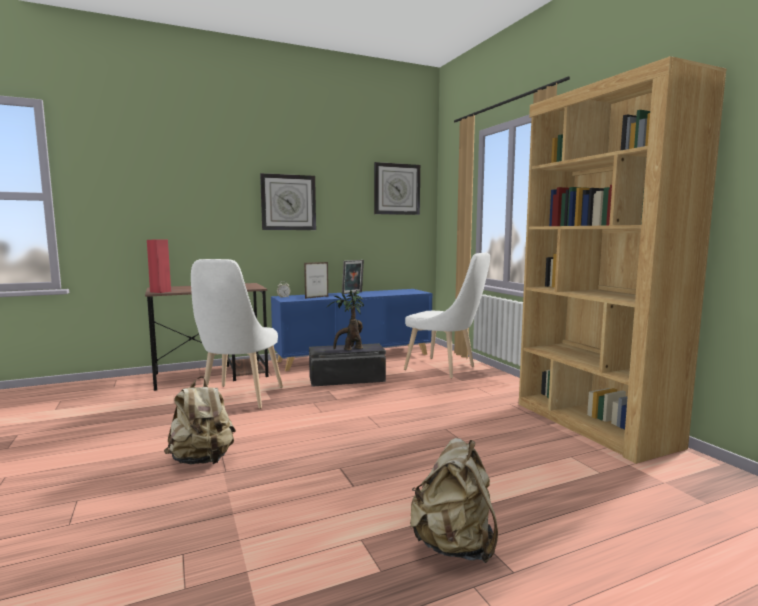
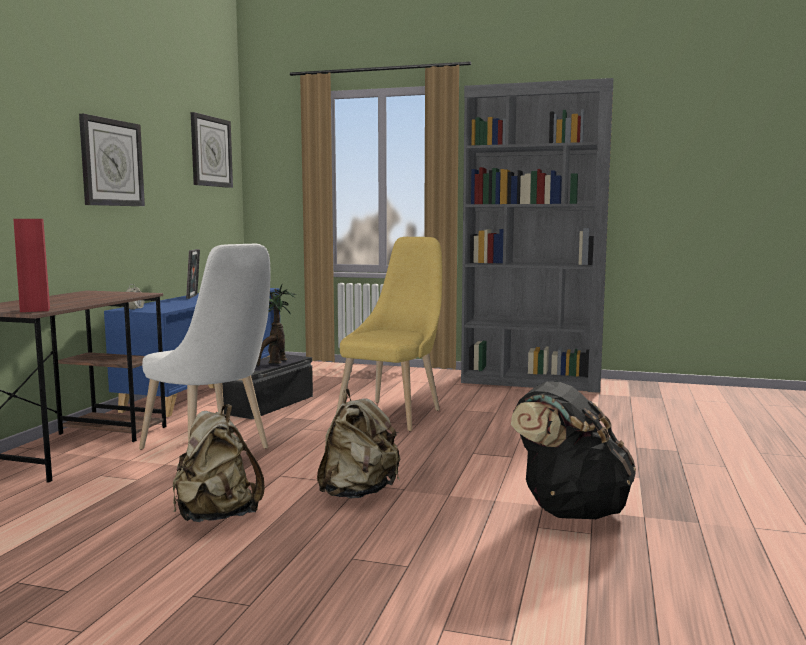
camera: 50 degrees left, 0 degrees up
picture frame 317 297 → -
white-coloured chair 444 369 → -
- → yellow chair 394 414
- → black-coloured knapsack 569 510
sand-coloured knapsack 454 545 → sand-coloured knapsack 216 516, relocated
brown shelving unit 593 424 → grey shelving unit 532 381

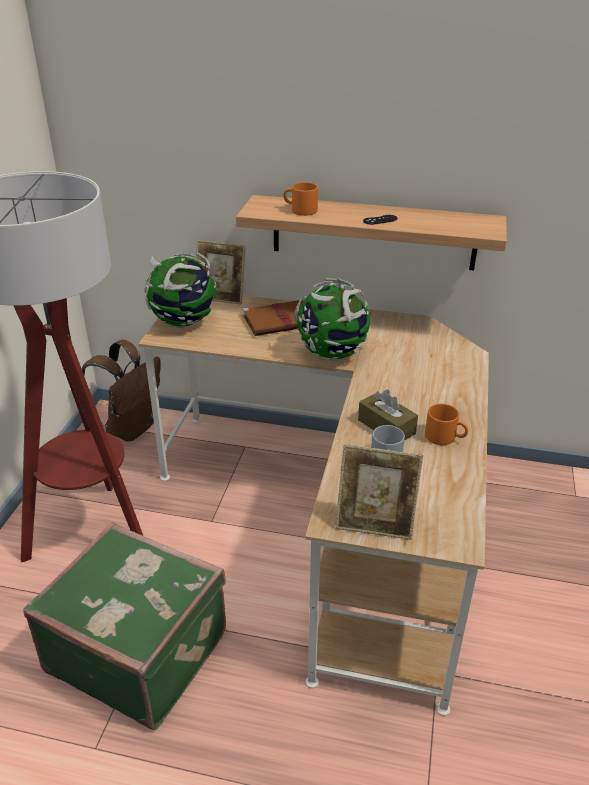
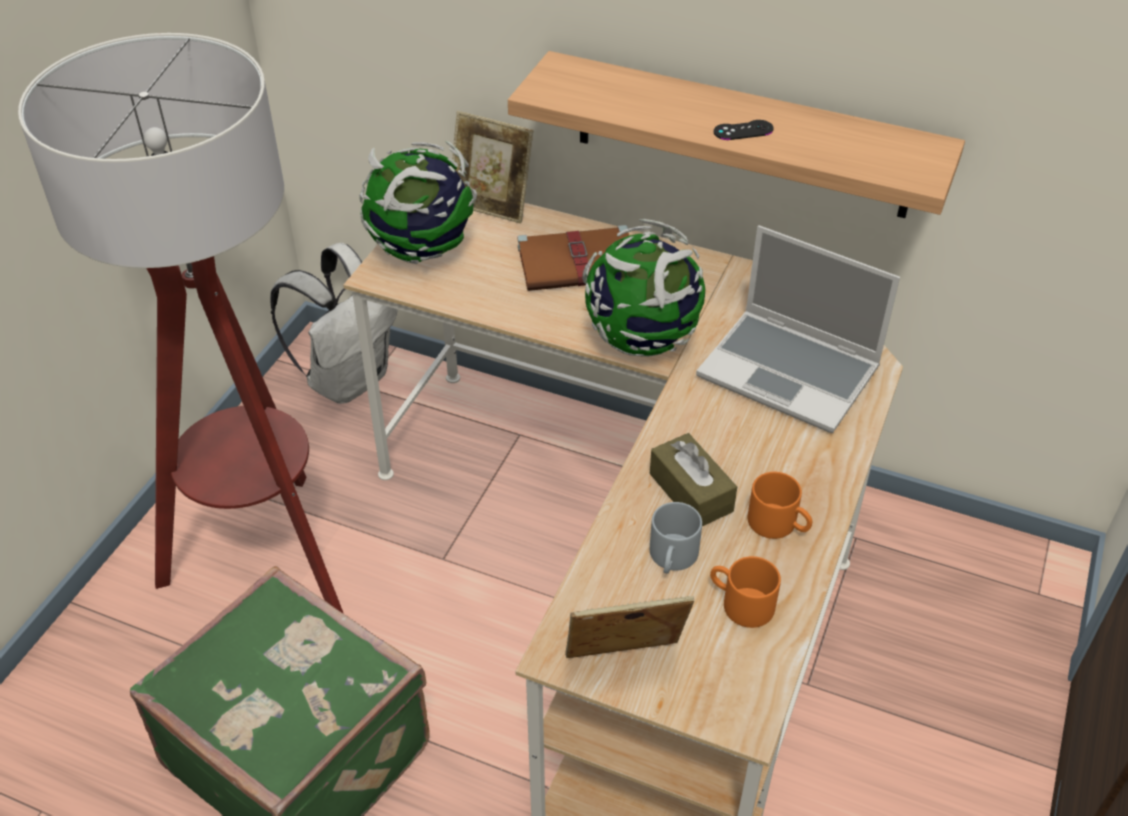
camera: 10 degrees right, 10 degrees up
- → laptop 791 372
orangey coffee mug 300 210 → orangey coffee mug 740 603, relocated
brown knapsack 131 428 → white-coloured knapsack 349 379
picture frame 375 524 → picture frame 624 666, 150 degrees clockwise

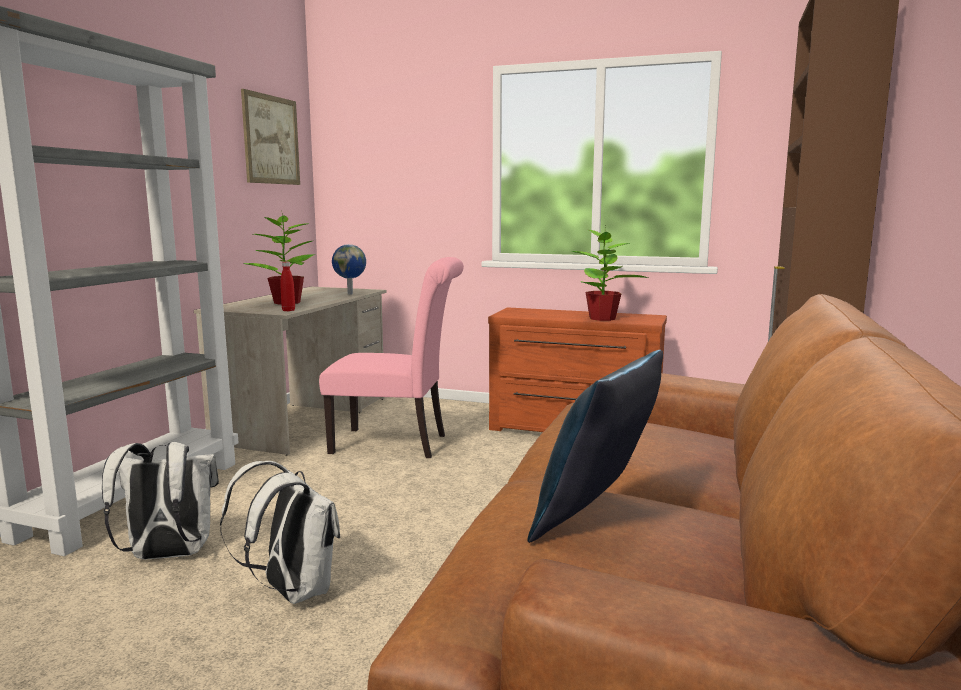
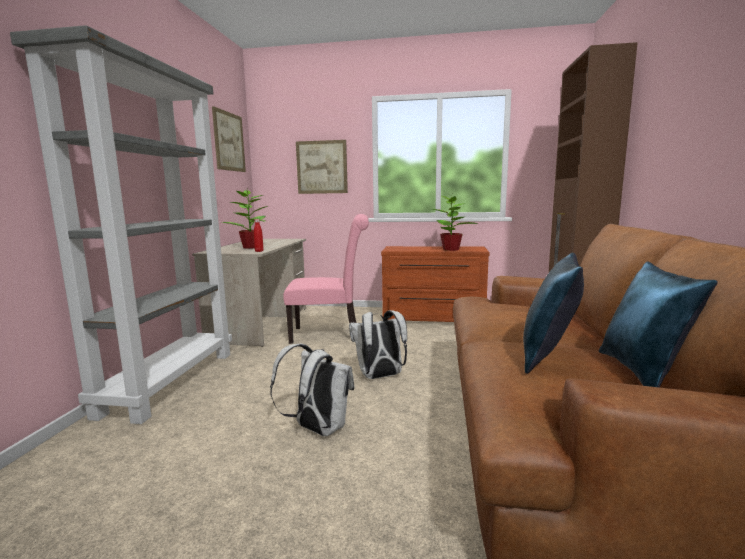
camera: 10 degrees left, 0 degrees up
desk globe 350 294 → -
- → wall art 322 167
- → blue-coloured pillow 643 373
white-coloured knapsack 168 555 → white-coloured knapsack 380 376, relocated

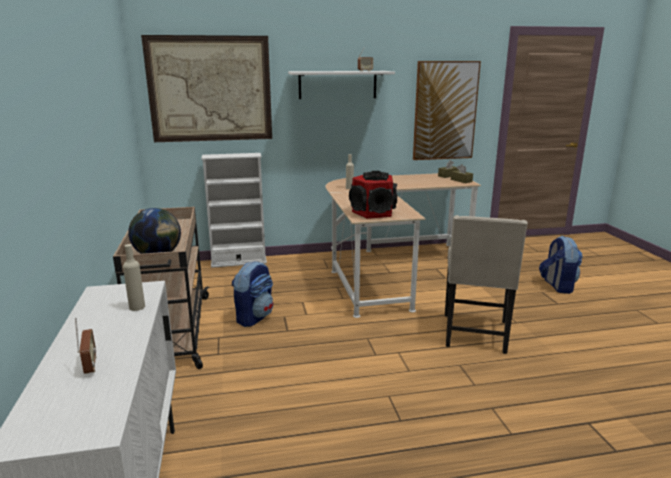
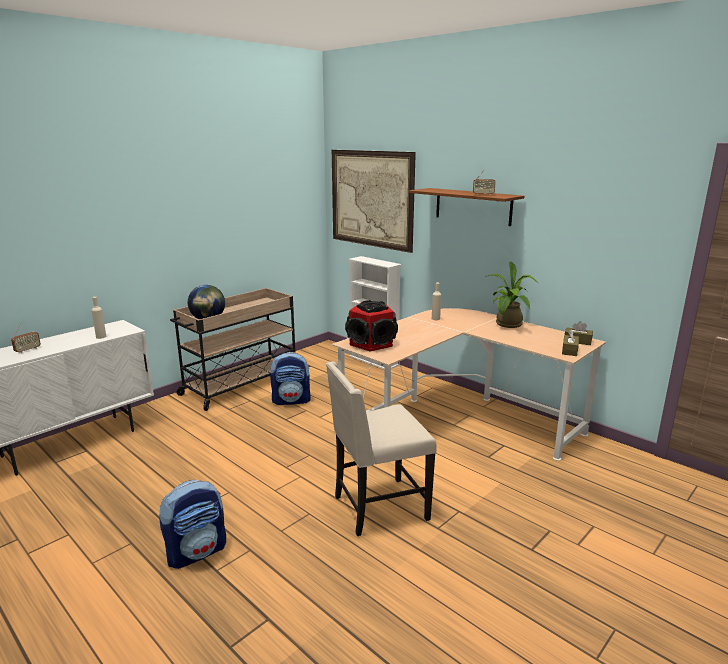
camera: 55 degrees right, 0 degrees up
wall art 445 111 → -
- → plant in a pot 508 325
knapsack 557 286 → knapsack 197 552, relocated
white-coloured shelf 337 84 → brown shelf 473 206

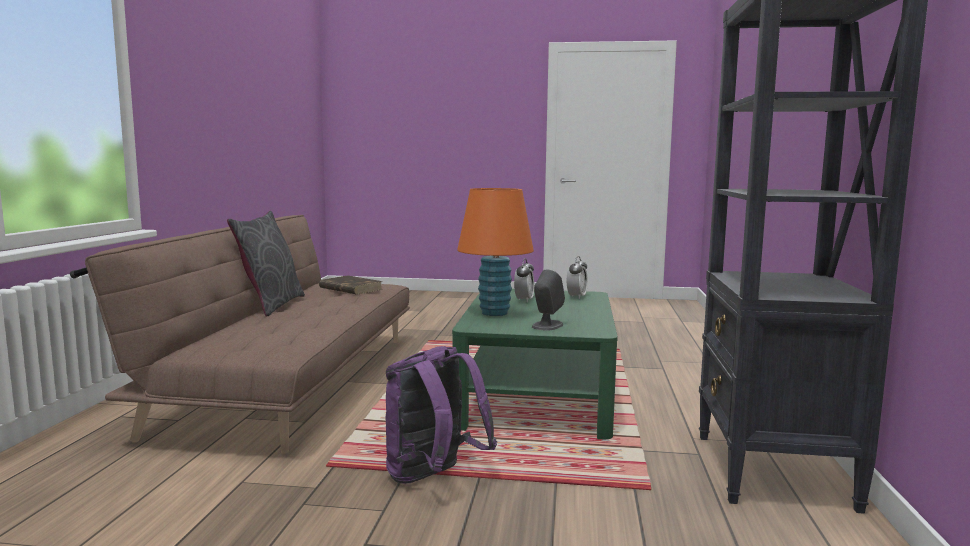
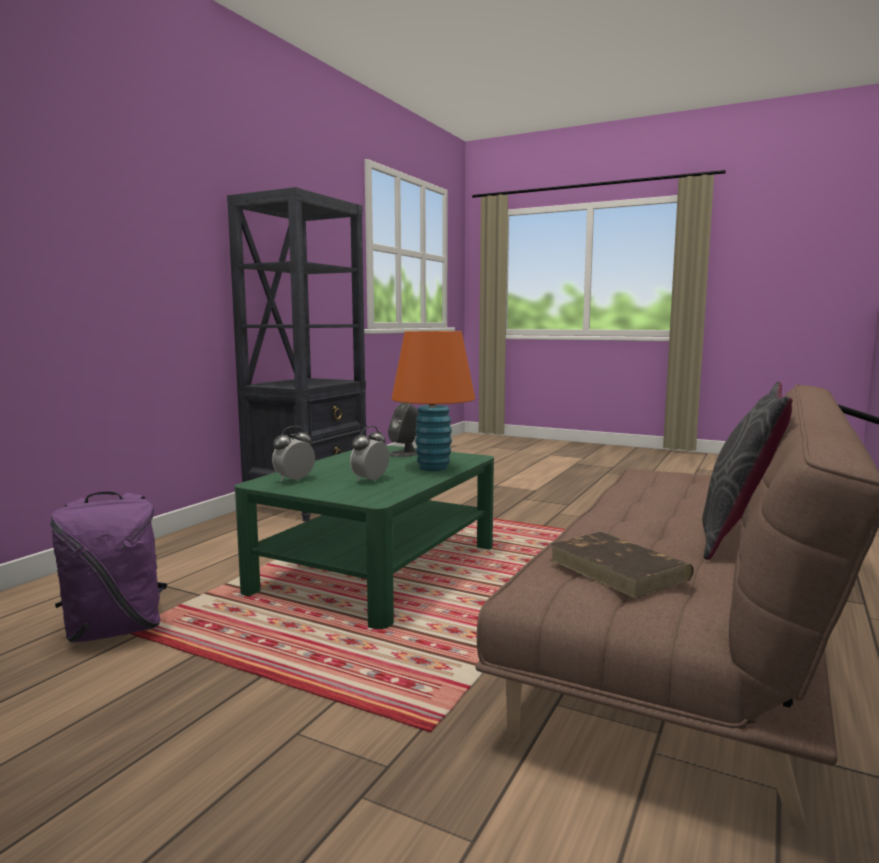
camera: 160 degrees left, 0 degrees up
purple knapsack 433 477 → purple knapsack 116 630, relocated

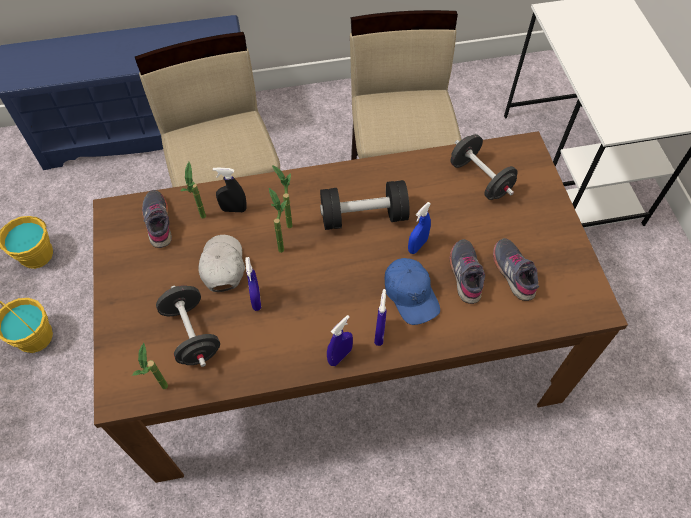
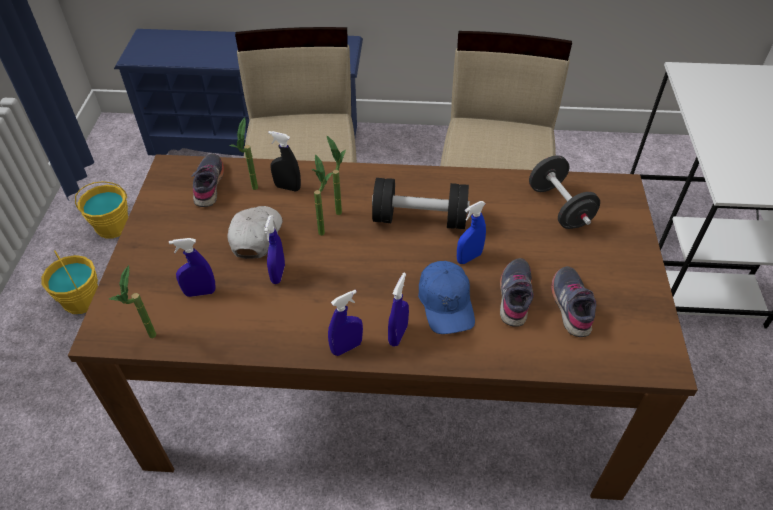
camera: 15 degrees right, 10 degrees down
black-coloured free weight 192 334 → blue-coloured sprayer 200 292

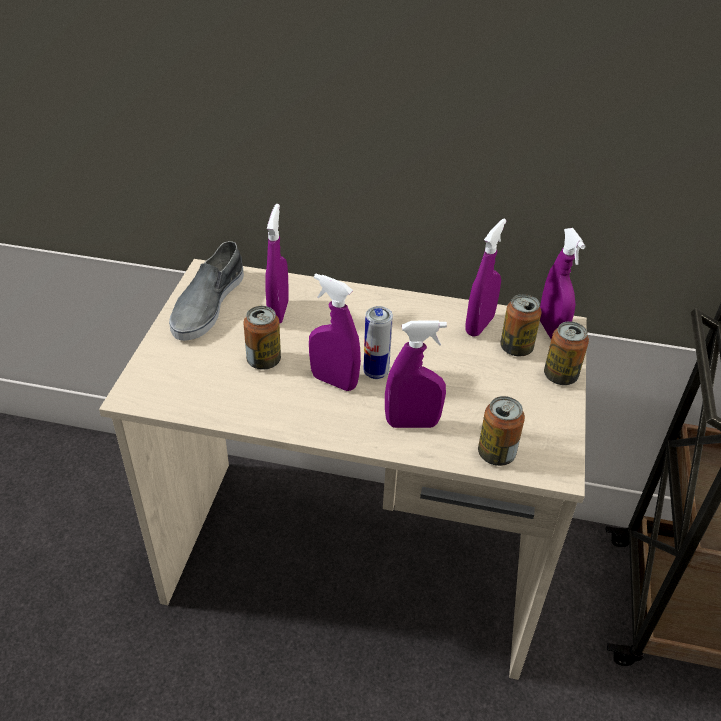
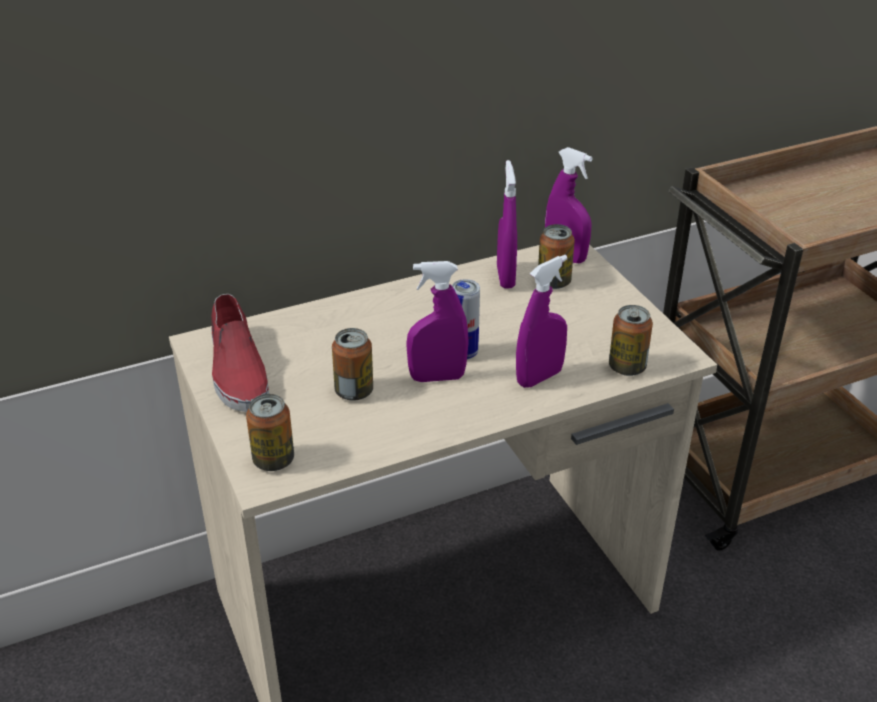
camera: 35 degrees left, 5 degrees down
purple sprayer 278 312 → -
metal can 560 376 → metal can 273 460, relocated
grey shoe 207 304 → reddish shoe 237 369

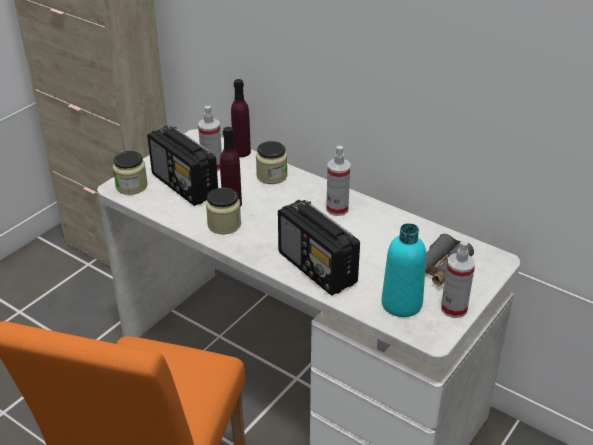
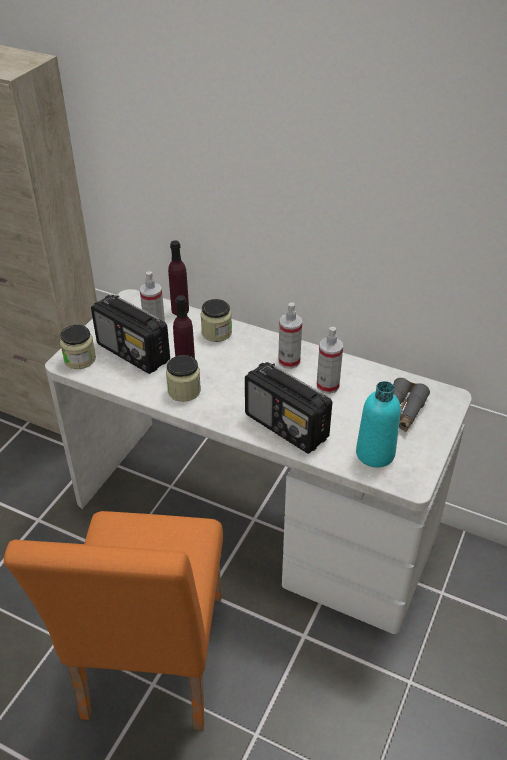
camera: 10 degrees left, 5 degrees up
sprayer 454 309 → sprayer 327 386, relocated

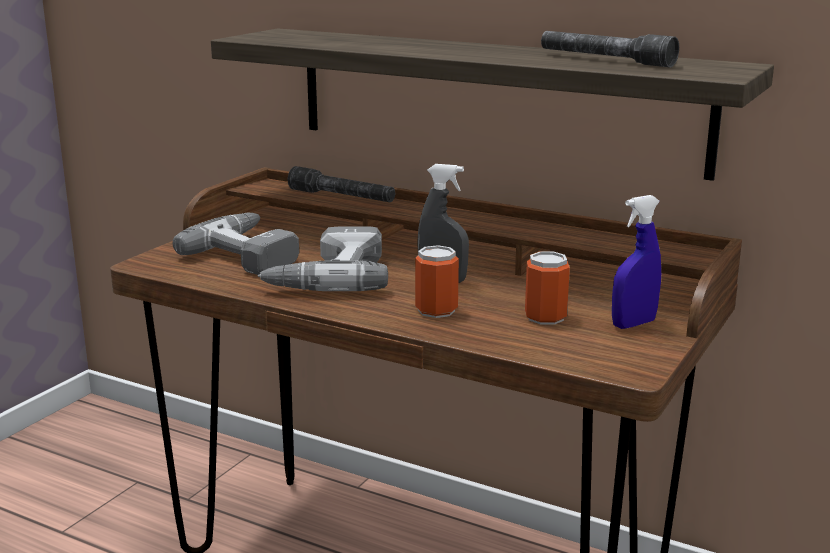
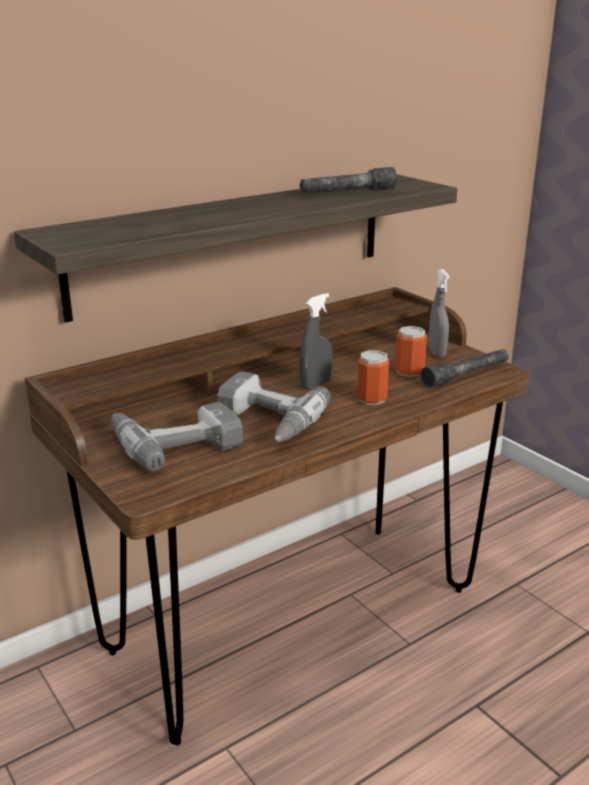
camera: 65 degrees left, 5 degrees up
grey flashlight 342 197 → grey flashlight 466 375, relocated
blue-coloured sprayer 633 324 → grey sprayer 436 353

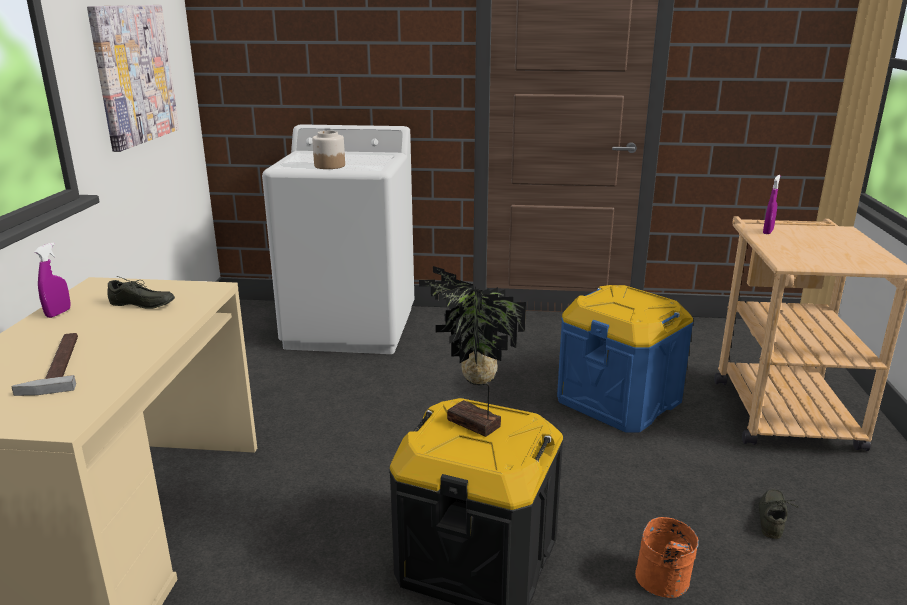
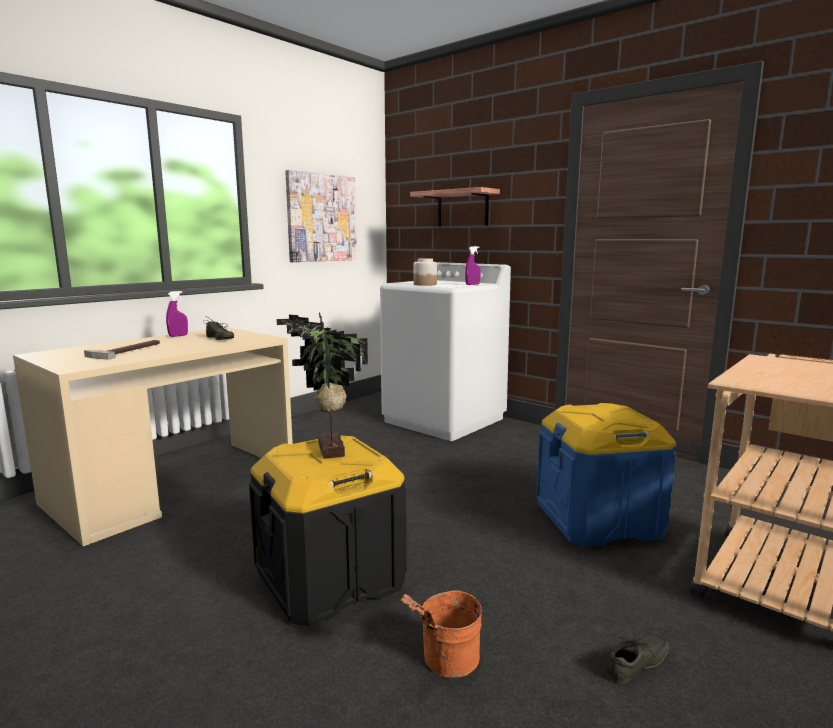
camera: 35 degrees right, 10 degrees down
- → shelf 462 208
purple sprayer 768 232 → purple sprayer 472 284, relocated

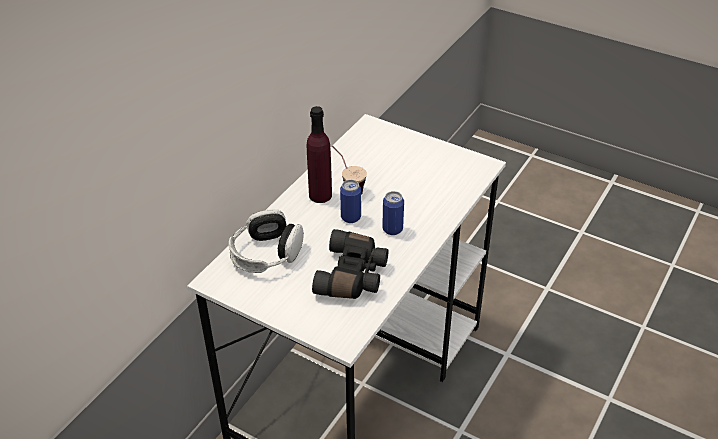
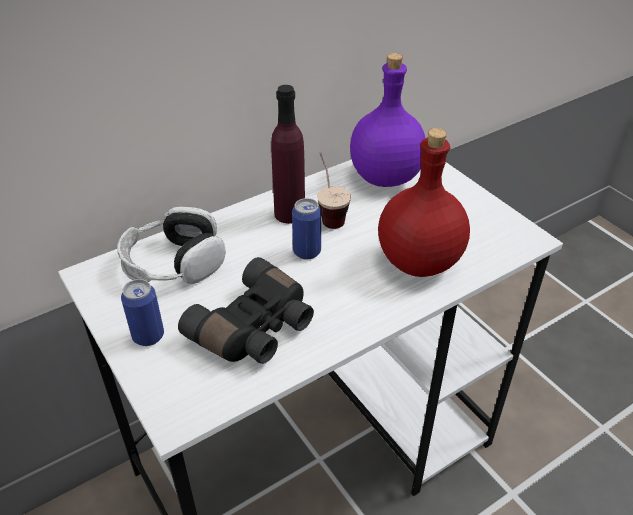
camera: 25 degrees right, 0 degrees up
- → purple drink bottle 384 177
- → reddish drink bottle 419 263
metal can 392 229 → metal can 148 336, relocated

